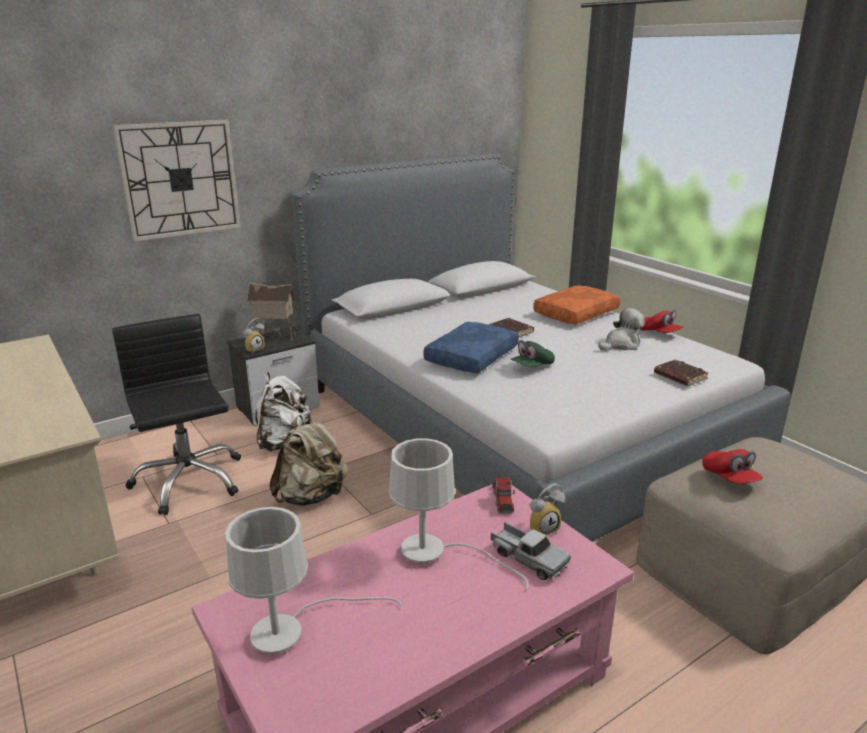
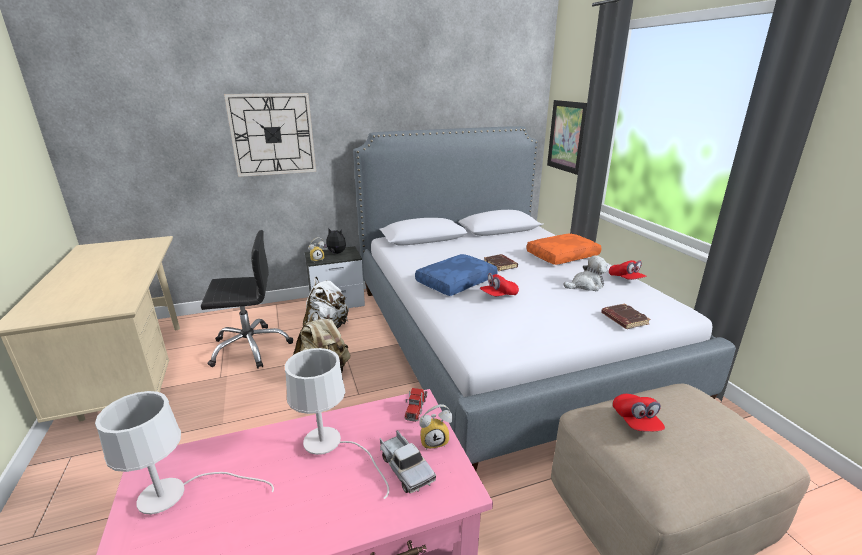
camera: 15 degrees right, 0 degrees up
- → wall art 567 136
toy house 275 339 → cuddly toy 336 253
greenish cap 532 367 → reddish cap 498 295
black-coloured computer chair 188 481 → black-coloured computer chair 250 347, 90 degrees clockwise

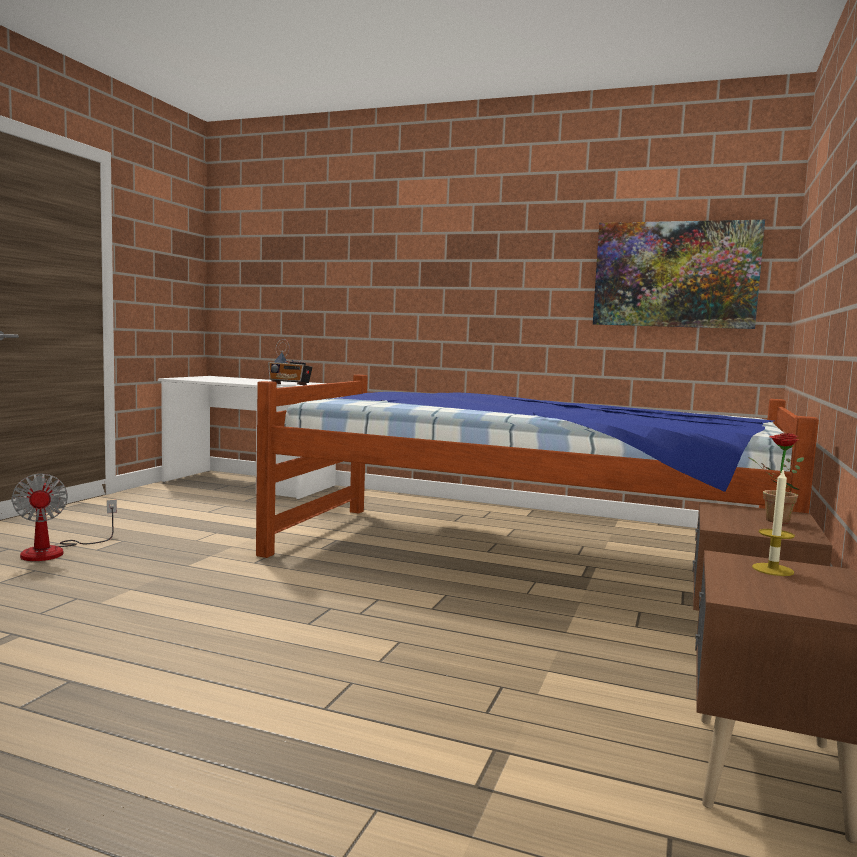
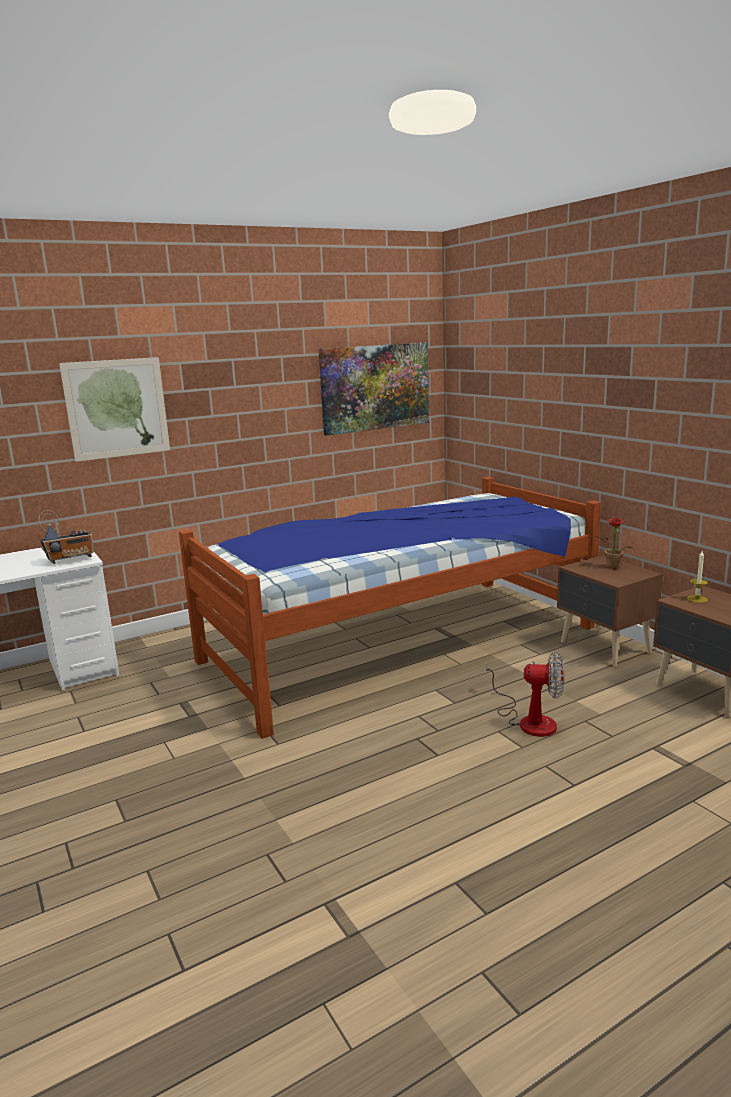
camera: 50 degrees left, 10 degrees up
- → wall art 117 408
fan 55 551 → fan 529 720, relocated

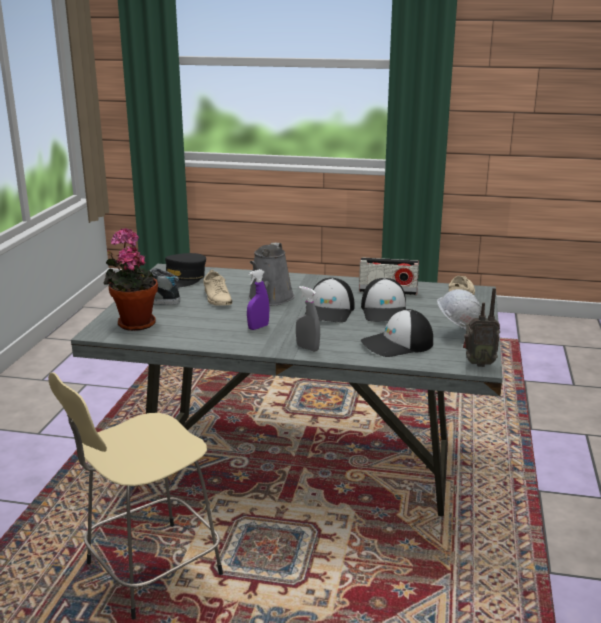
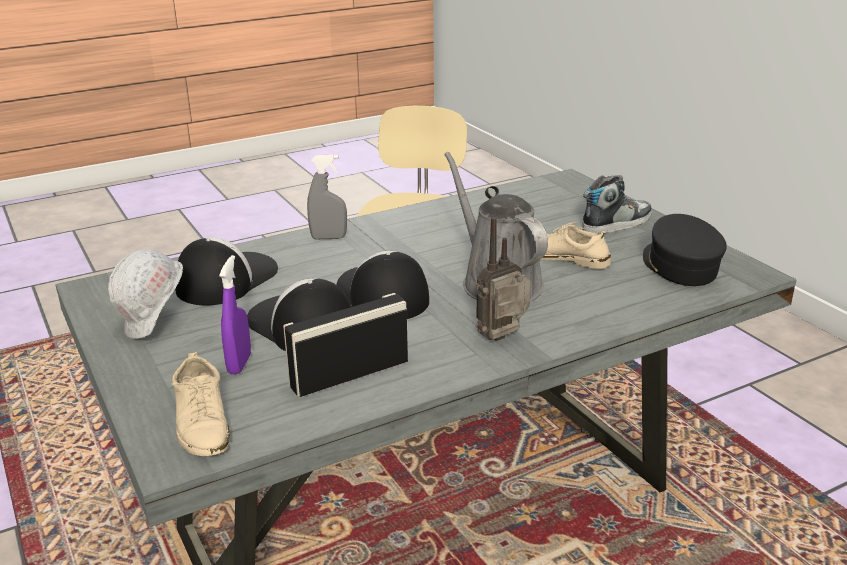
camera: 140 degrees right, 5 degrees up
plant in a pot 134 323 → -
purple sprayer 258 327 → purple sprayer 239 364, relocated
radio set 478 363 → radio set 504 339, relocated

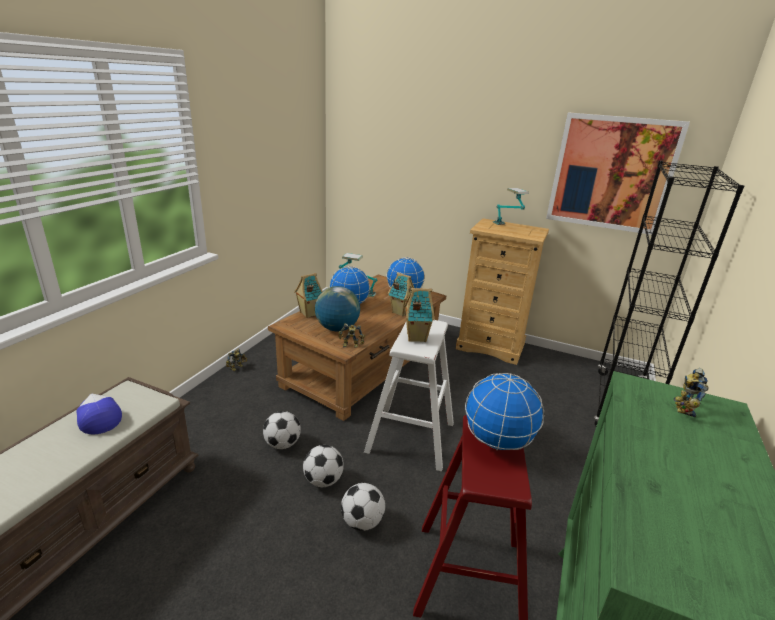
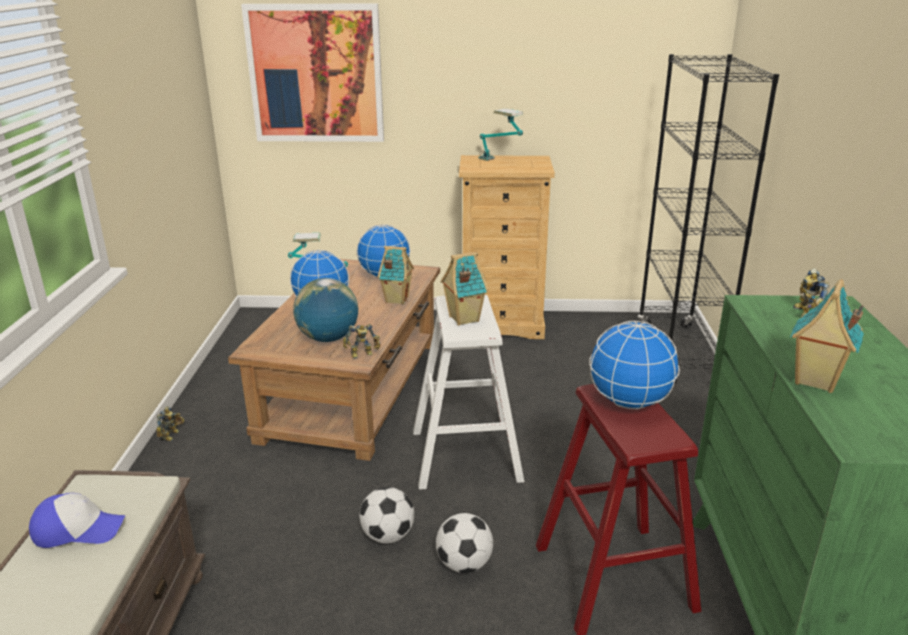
camera: 20 degrees left, 0 degrees up
football 282 444 → -
toy house 308 313 → toy house 815 381, relocated
wall art 611 173 → wall art 316 74, relocated
cap 98 417 → cap 78 529, 150 degrees clockwise

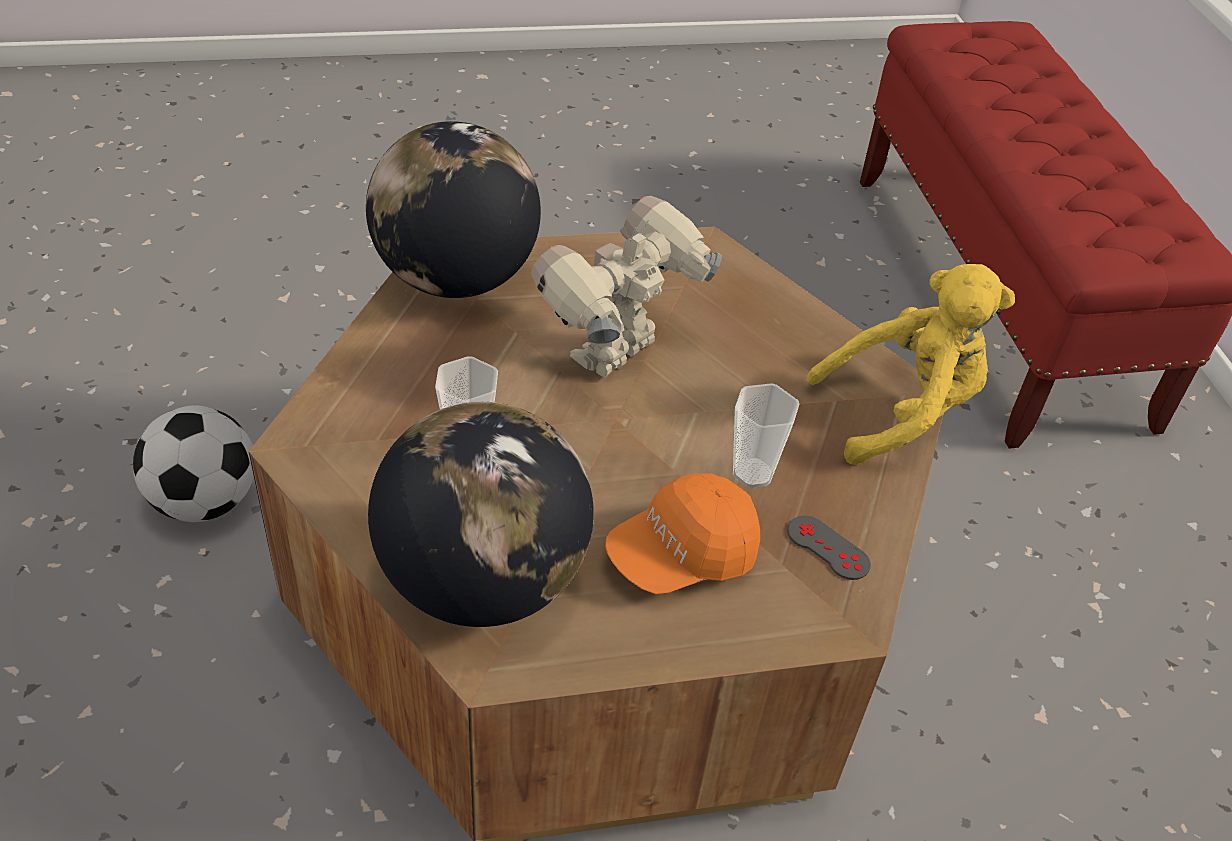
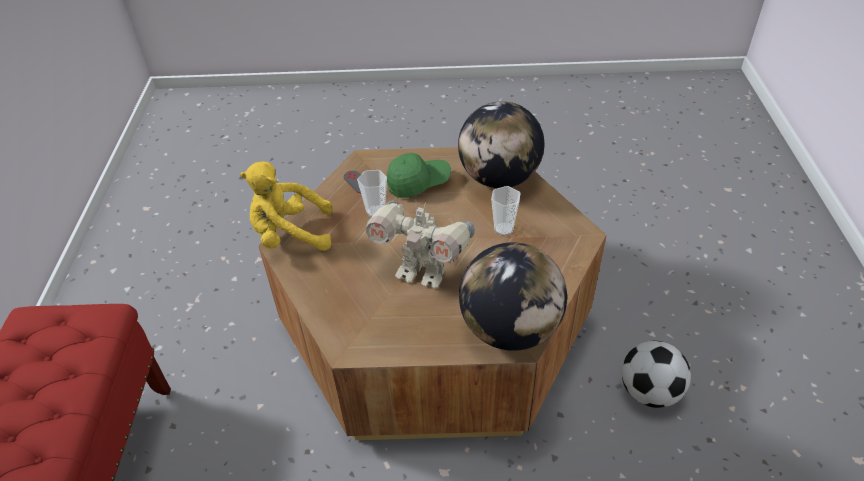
camera: 165 degrees left, 0 degrees up
orangey cap 682 555 → greenish cap 418 183
robot figure 619 355 → robot figure 422 273, 60 degrees clockwise

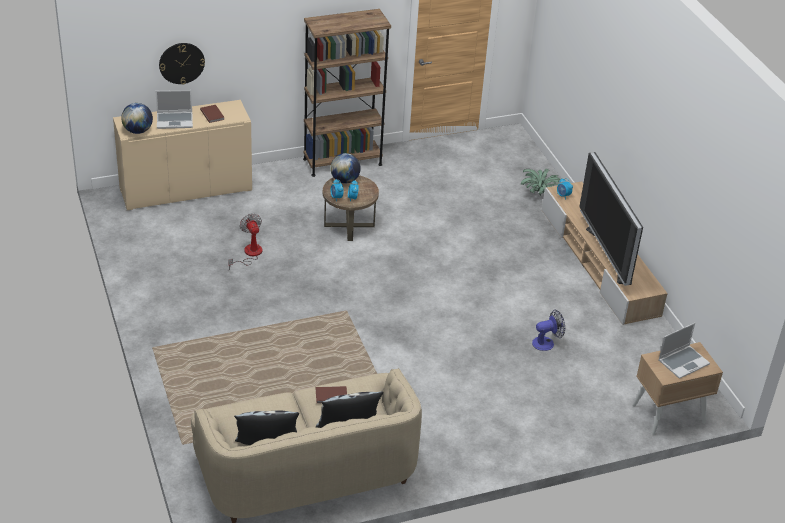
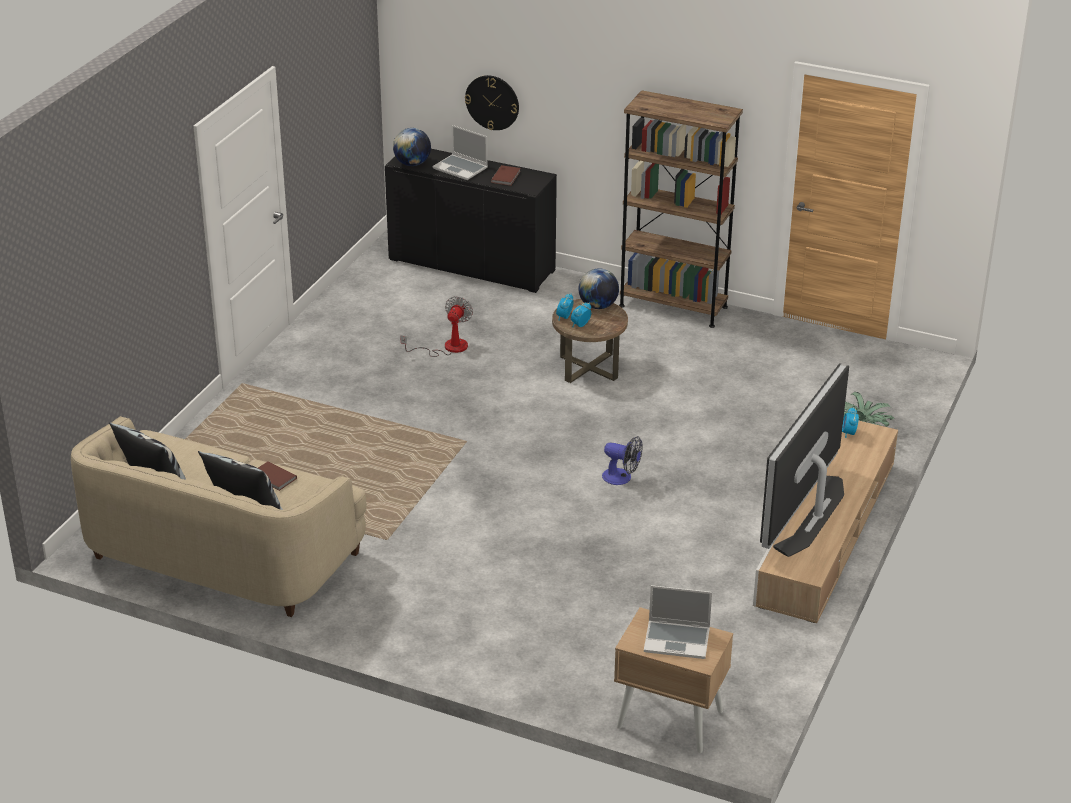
camera: 45 degrees right, 5 degrees down
fan 546 342 → fan 622 478, relocated
sand-coloured cabinet 186 189 → black-coloured cabinet 471 265

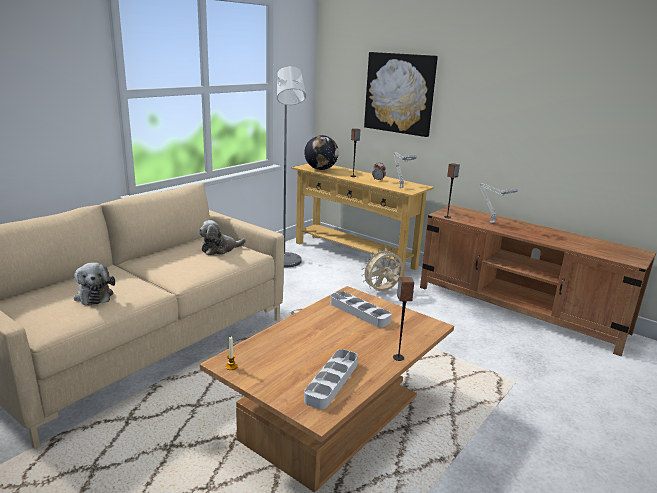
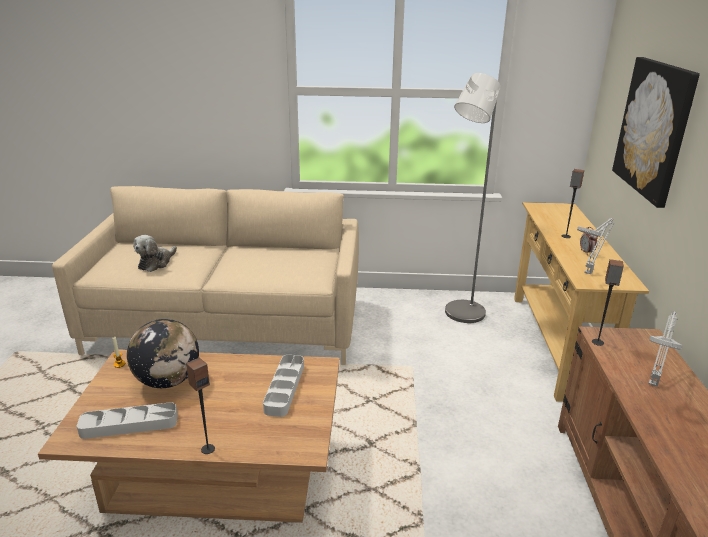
camera: 55 degrees right, 5 degrees up
cuddly toy 220 249 → -
sand-coloured fan 382 291 → -
desk globe 321 169 → desk globe 168 381, relocated

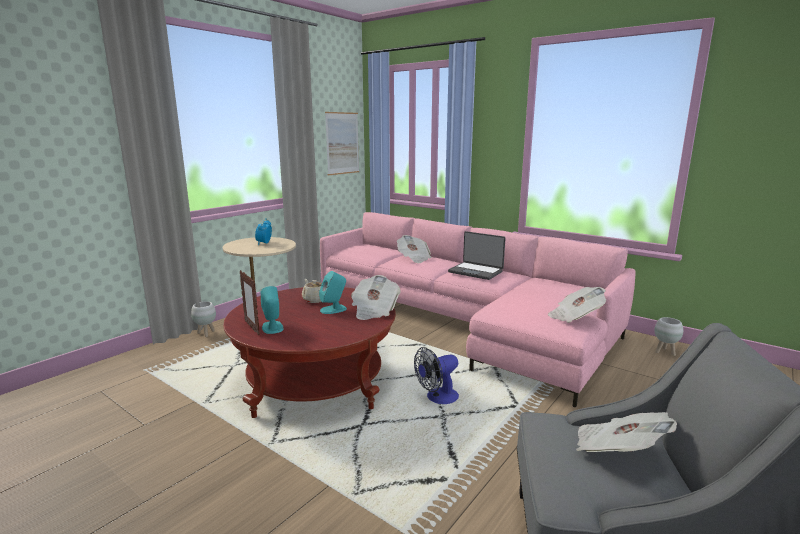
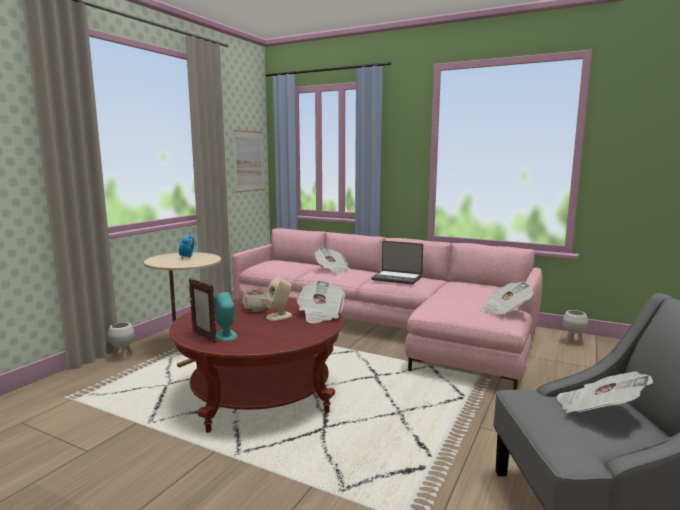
camera: 10 degrees left, 5 degrees down
fan 437 398 → -
turquoise loudspeaker 333 309 → sand-coloured loudspeaker 279 316

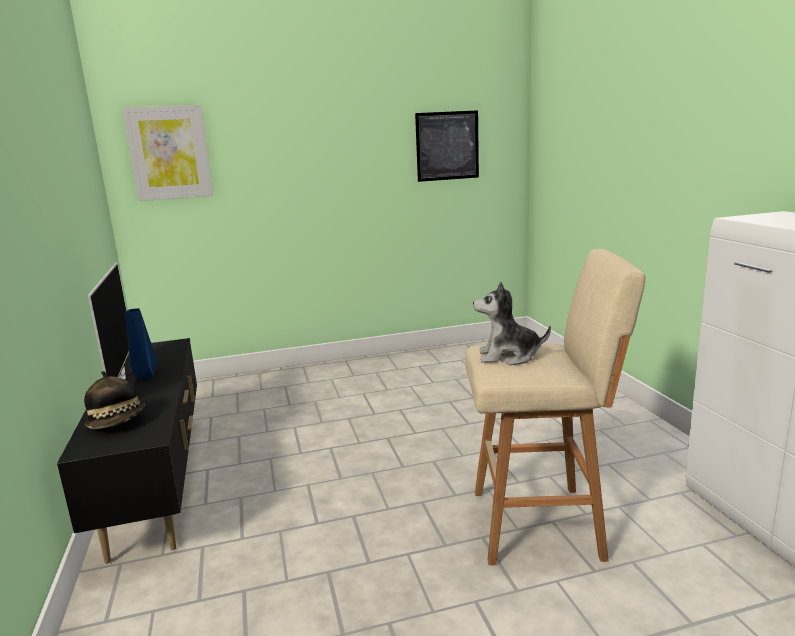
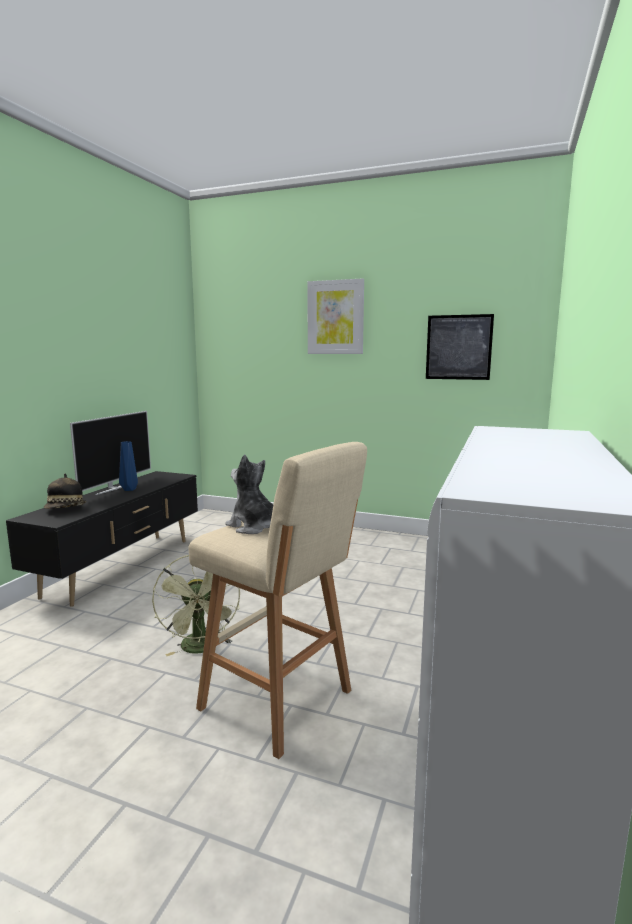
camera: 35 degrees right, 5 degrees down
- → greenish fan 201 648
wall art 169 153 → wall art 335 317, relocated

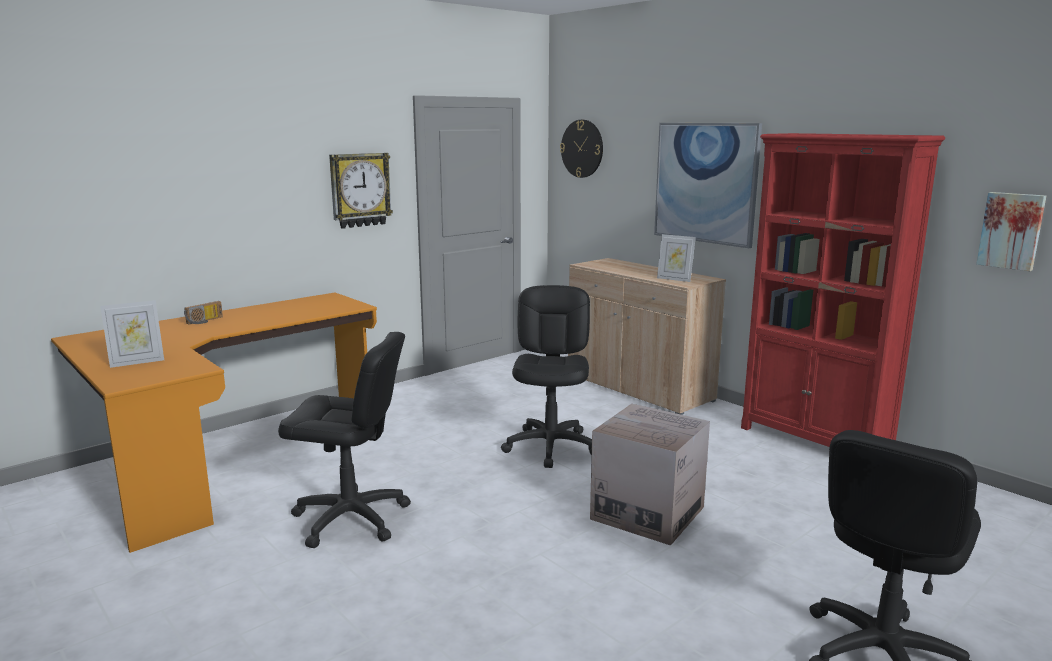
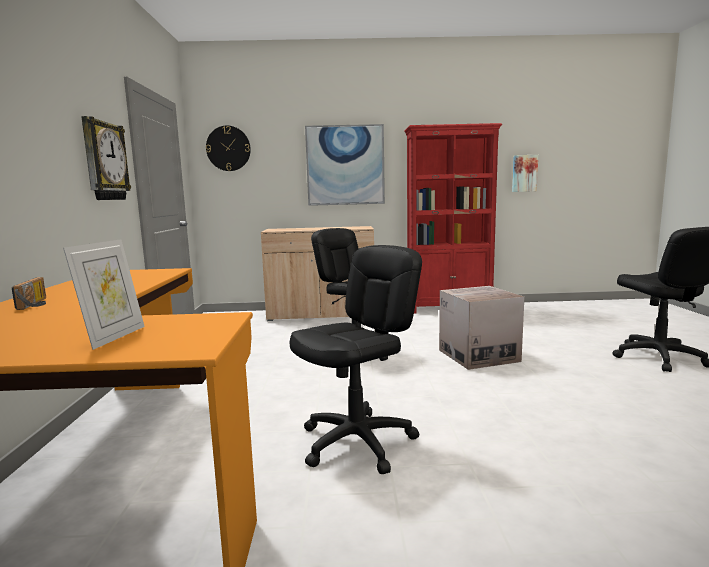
camera: 50 degrees left, 5 degrees down
picture frame 674 279 → -

